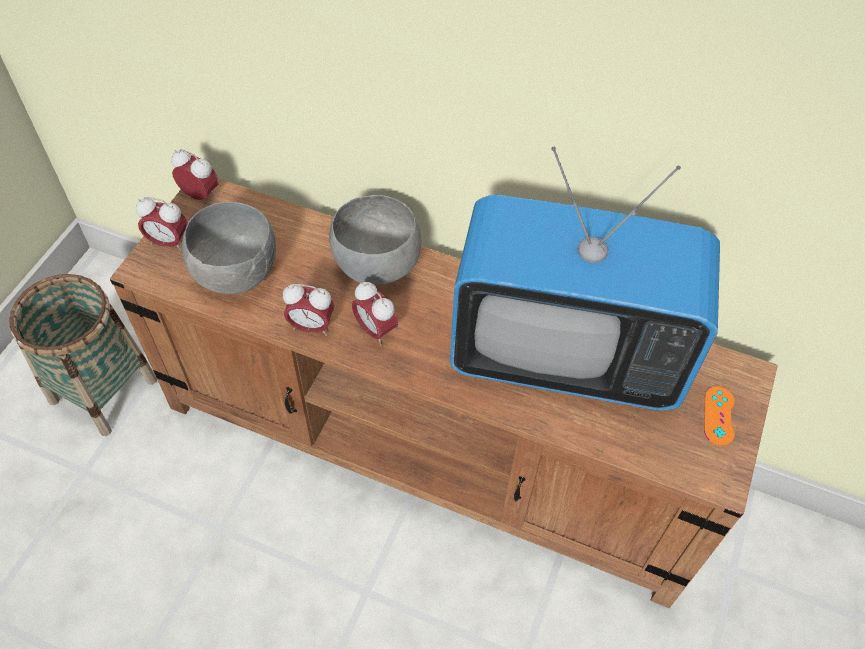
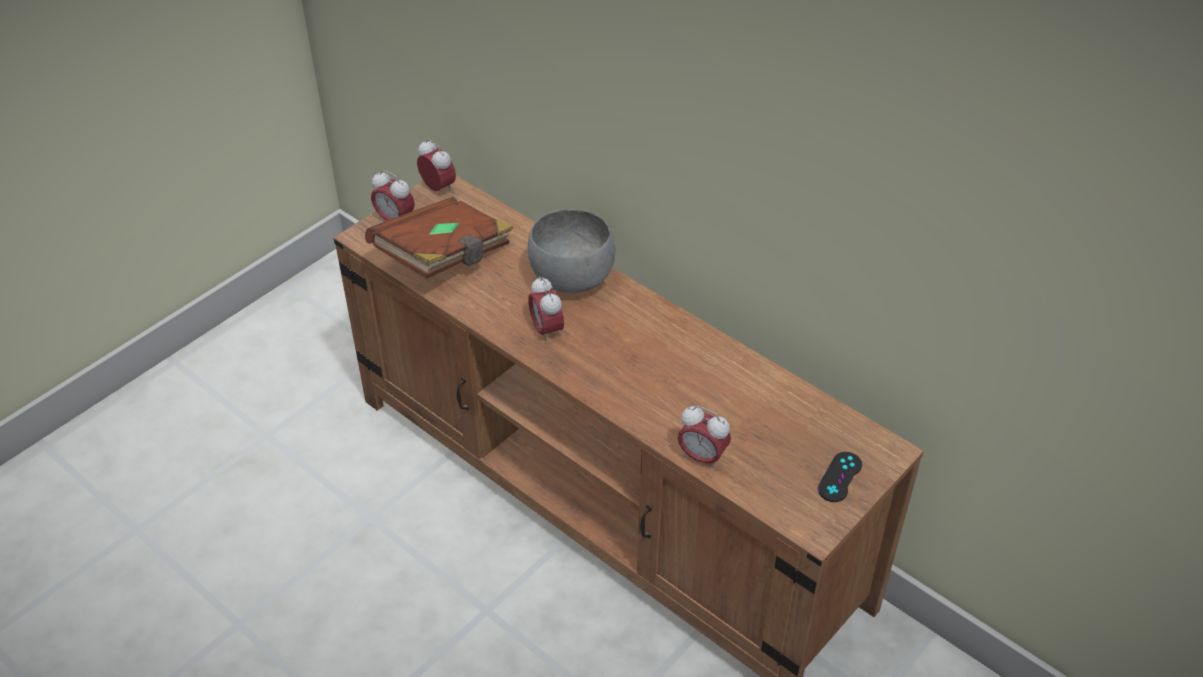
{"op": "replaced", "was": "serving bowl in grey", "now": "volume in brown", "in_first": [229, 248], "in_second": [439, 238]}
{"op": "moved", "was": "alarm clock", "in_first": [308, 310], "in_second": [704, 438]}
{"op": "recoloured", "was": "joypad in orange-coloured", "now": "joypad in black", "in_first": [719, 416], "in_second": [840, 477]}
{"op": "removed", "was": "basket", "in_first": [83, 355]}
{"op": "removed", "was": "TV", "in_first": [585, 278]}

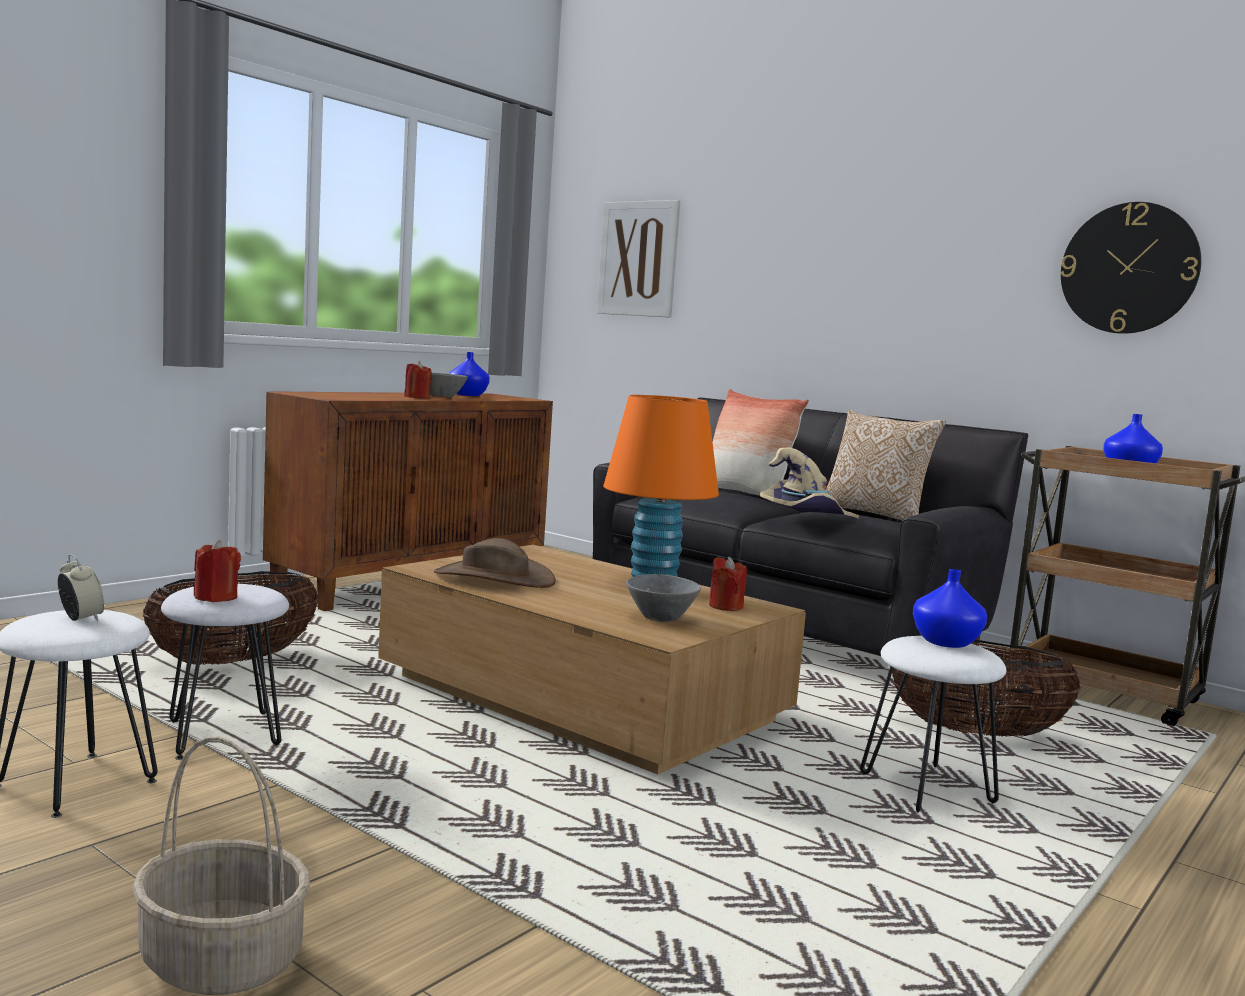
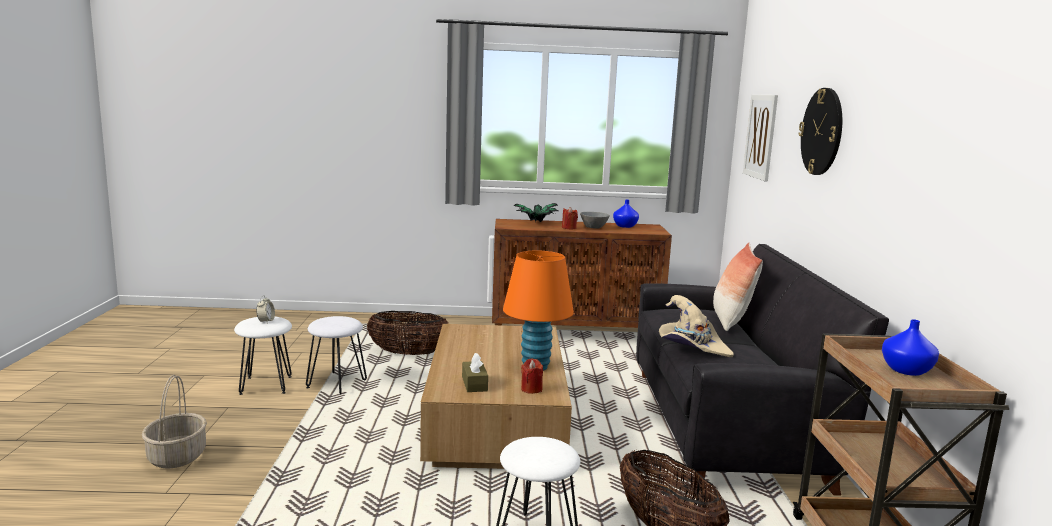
{"op": "replaced", "was": "serving bowl in grey", "now": "box of tissues in brown", "in_first": [663, 598], "in_second": [475, 372]}
{"op": "added", "now": "potted plant", "in_second": [535, 213]}
{"op": "moved", "was": "clock on the wall", "in_first": [1131, 268], "in_second": [820, 131]}
{"op": "removed", "was": "wax light in red-coloured", "in_first": [217, 570]}
{"op": "removed", "was": "wearable hat in brown", "in_first": [495, 563]}
{"op": "removed", "was": "pillow", "in_first": [886, 465]}
{"op": "removed", "was": "flower vase in bluish", "in_first": [950, 608]}

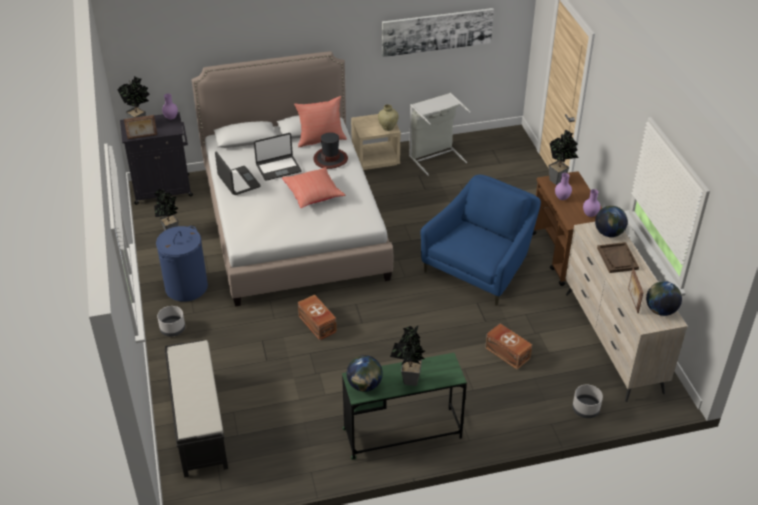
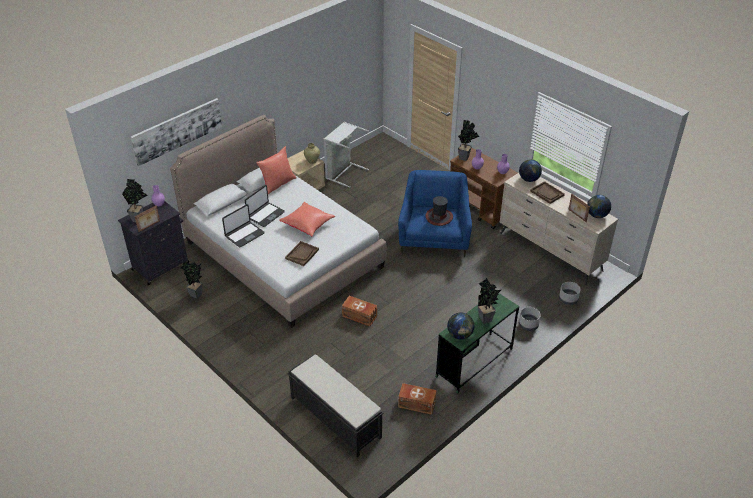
{"op": "moved", "was": "picture", "in_first": [438, 32], "in_second": [176, 132]}
{"op": "turned", "was": "laptop", "in_first": [238, 173], "in_second": [243, 225], "clockwise": 105}
{"op": "added", "now": "tray in brown", "in_second": [302, 253]}
{"op": "moved", "was": "storage bin in brown", "in_first": [508, 347], "in_second": [417, 399]}
{"op": "moved", "was": "wearable hat", "in_first": [330, 150], "in_second": [439, 211]}
{"op": "moved", "was": "plant pot in grey", "in_first": [171, 321], "in_second": [530, 319]}
{"op": "removed", "was": "washing basket in bluish", "in_first": [182, 264]}

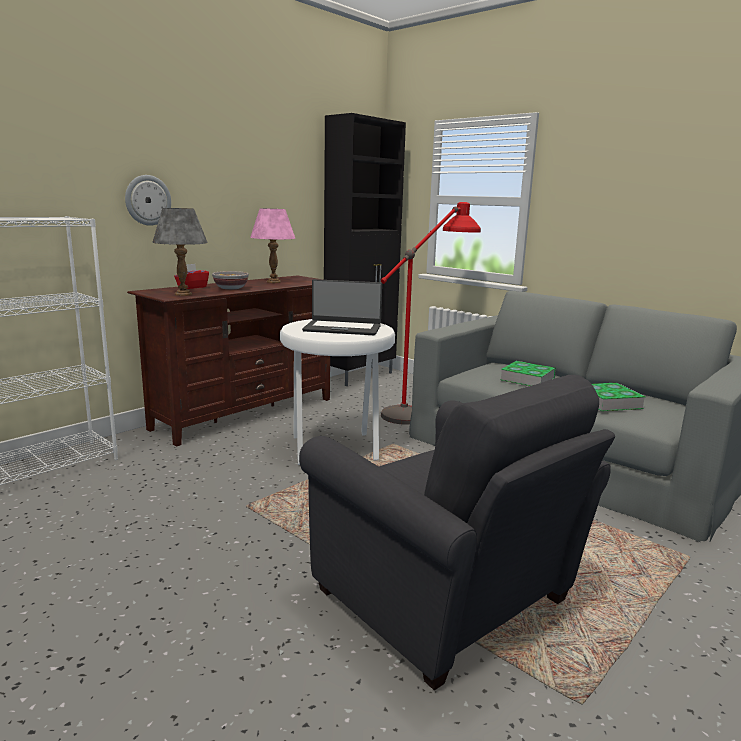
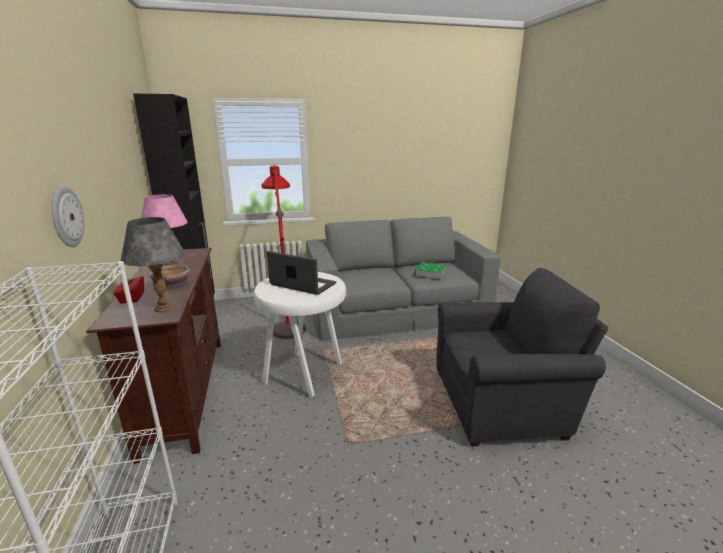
{"op": "turned", "was": "laptop", "in_first": [342, 307], "in_second": [301, 273], "clockwise": -105}
{"op": "removed", "was": "volume", "in_first": [528, 373]}

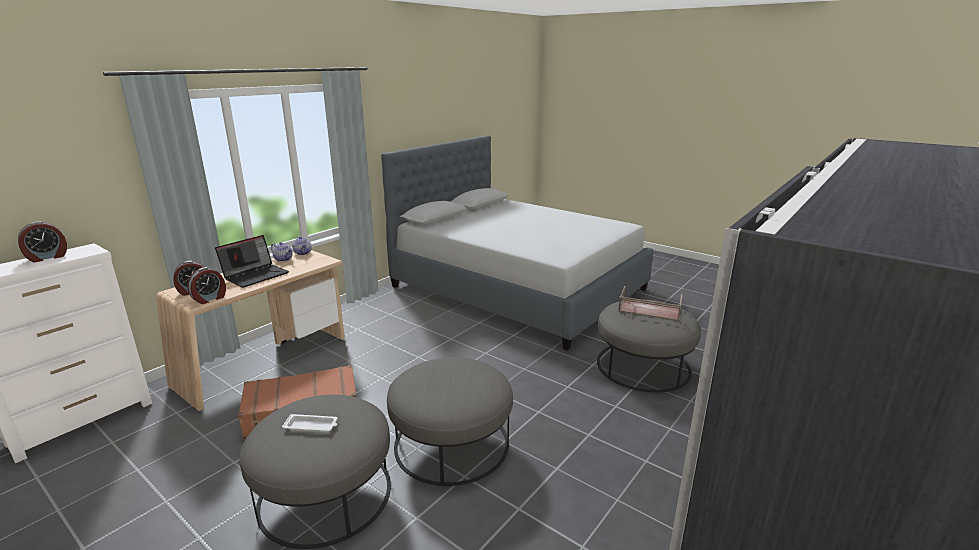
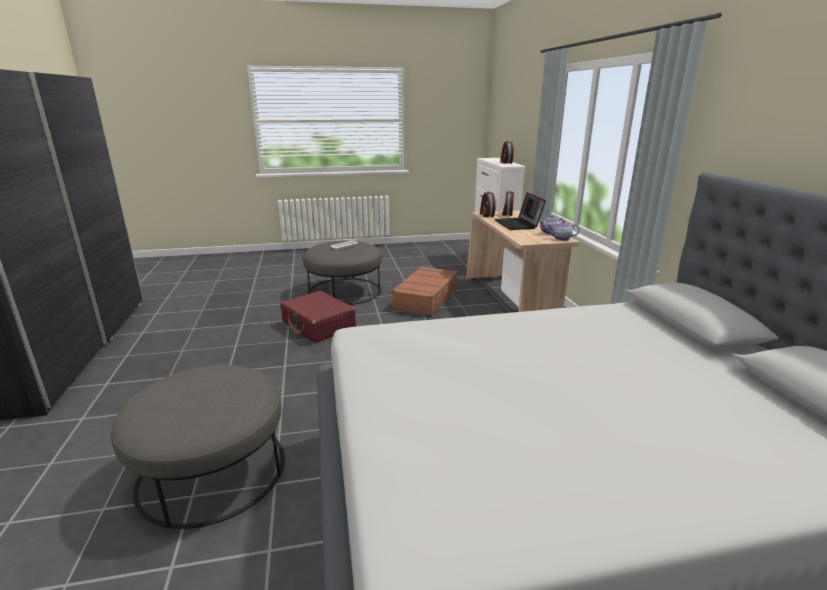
{"op": "replaced", "was": "ottoman in grey", "now": "suitcase in red-coloured", "in_first": [450, 421], "in_second": [318, 317]}
{"op": "removed", "was": "tray in brown", "in_first": [650, 303]}

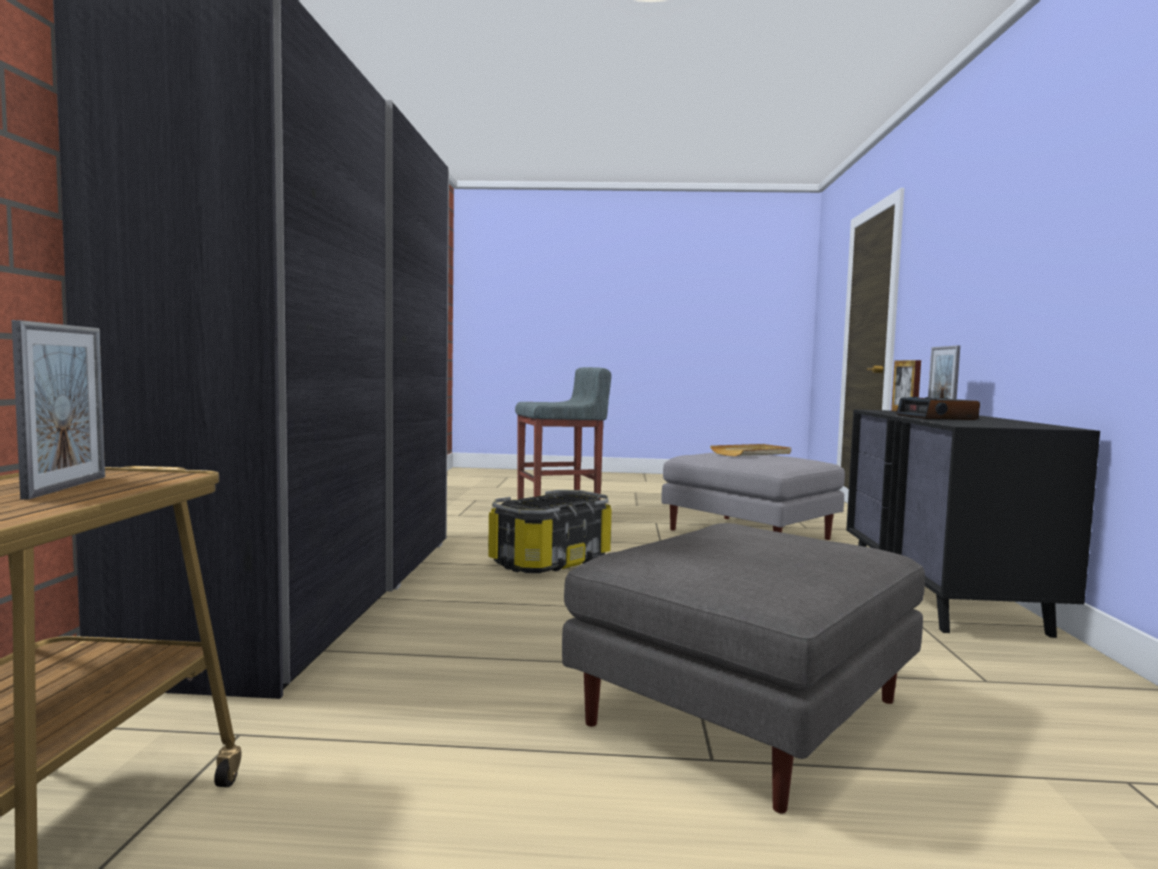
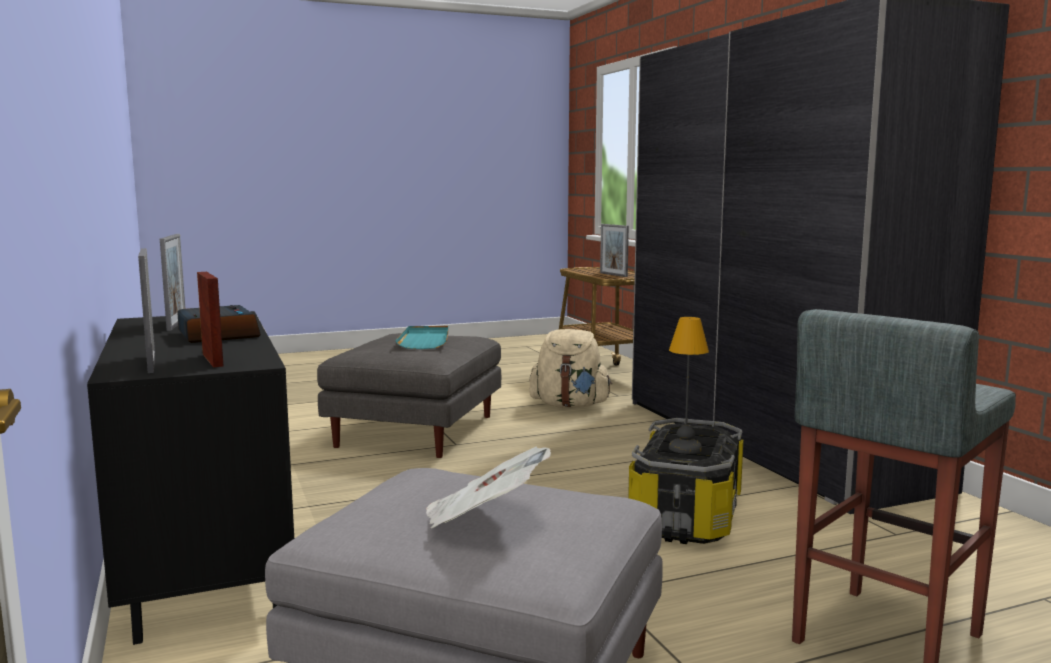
{"op": "added", "now": "photo frame", "in_second": [172, 282]}
{"op": "added", "now": "tray in turquoise-coloured", "in_second": [422, 337]}
{"op": "replaced", "was": "tray in beige-coloured", "now": "daily paper", "in_first": [750, 450], "in_second": [488, 487]}
{"op": "added", "now": "rucksack in beige-coloured", "in_second": [570, 368]}
{"op": "added", "now": "tabletop lamp", "in_second": [689, 385]}

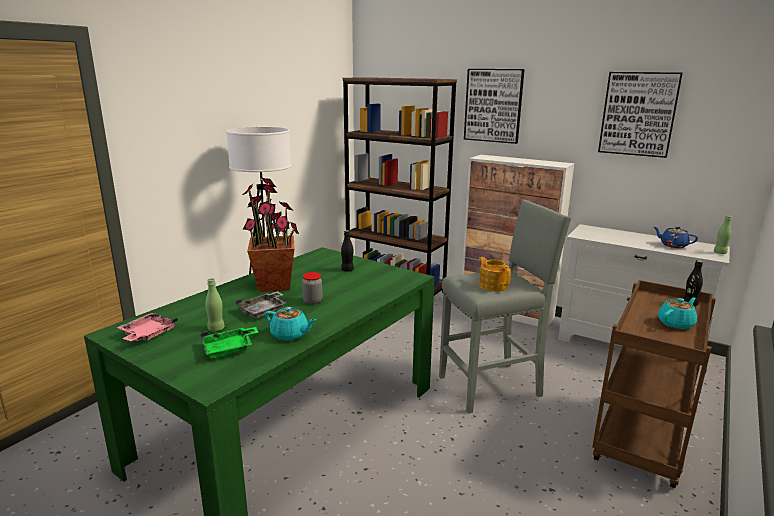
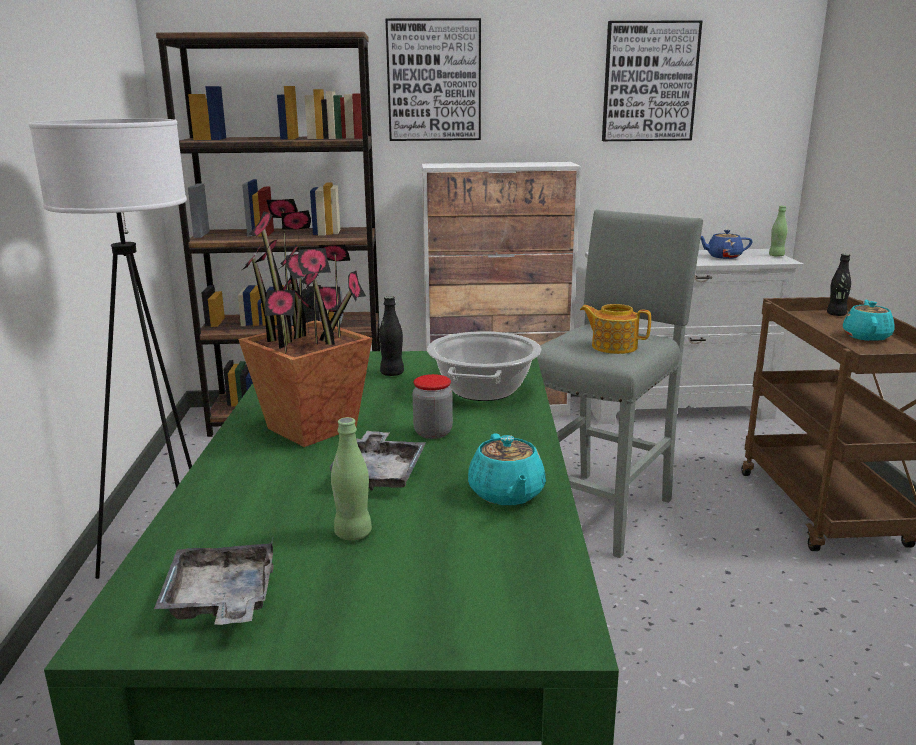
{"op": "recoloured", "was": "tray in pink-coloured", "now": "tray in grey", "in_first": [147, 327], "in_second": [213, 581]}
{"op": "added", "now": "saucepot", "in_second": [484, 366]}
{"op": "turned", "was": "tea pot in turquoise-coloured", "in_first": [290, 324], "in_second": [507, 469], "clockwise": 90}
{"op": "removed", "was": "tray in greenish", "in_first": [229, 342]}

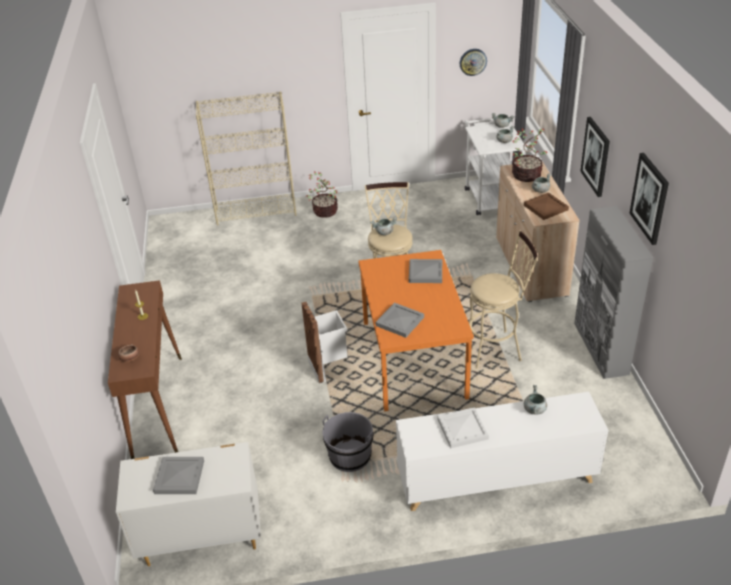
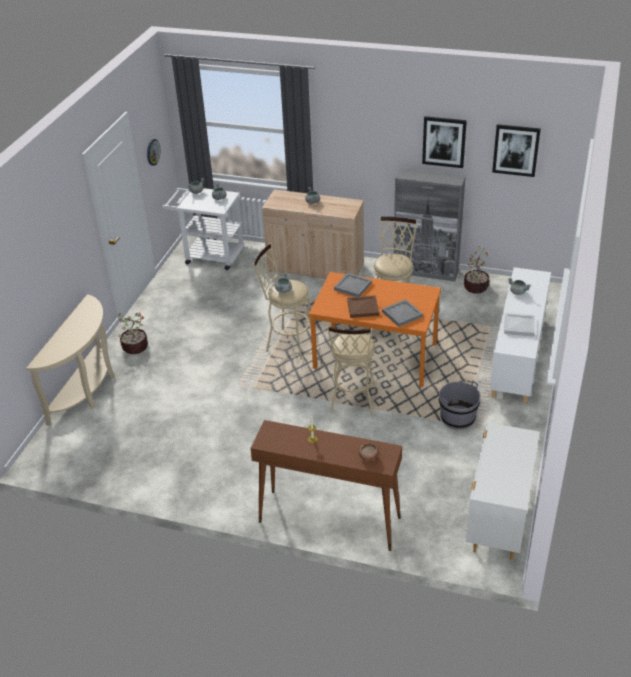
{"op": "replaced", "was": "bookcase in beige-coloured", "now": "hall table in beige-coloured", "in_first": [246, 159], "in_second": [70, 360]}
{"op": "replaced", "was": "rubbish bin in white-coloured", "now": "sitting stool in beige-coloured", "in_first": [324, 342], "in_second": [351, 370]}
{"op": "moved", "was": "tray in brown", "in_first": [546, 206], "in_second": [363, 306]}
{"op": "moved", "was": "potted plant", "in_first": [529, 155], "in_second": [476, 270]}
{"op": "moved", "was": "picture", "in_first": [595, 157], "in_second": [516, 150]}
{"op": "removed", "was": "tray in grey", "in_first": [178, 475]}

